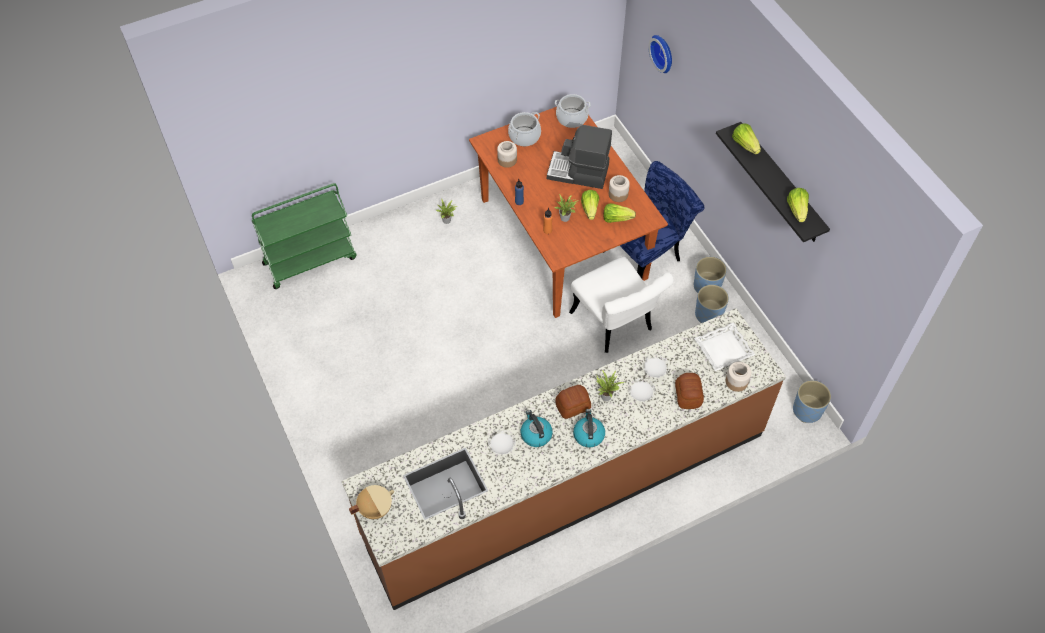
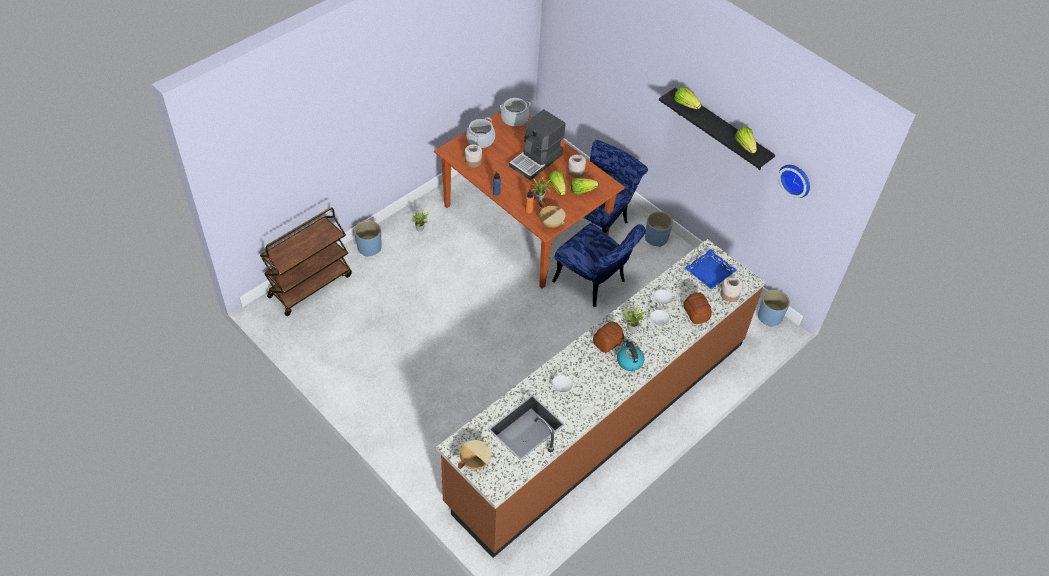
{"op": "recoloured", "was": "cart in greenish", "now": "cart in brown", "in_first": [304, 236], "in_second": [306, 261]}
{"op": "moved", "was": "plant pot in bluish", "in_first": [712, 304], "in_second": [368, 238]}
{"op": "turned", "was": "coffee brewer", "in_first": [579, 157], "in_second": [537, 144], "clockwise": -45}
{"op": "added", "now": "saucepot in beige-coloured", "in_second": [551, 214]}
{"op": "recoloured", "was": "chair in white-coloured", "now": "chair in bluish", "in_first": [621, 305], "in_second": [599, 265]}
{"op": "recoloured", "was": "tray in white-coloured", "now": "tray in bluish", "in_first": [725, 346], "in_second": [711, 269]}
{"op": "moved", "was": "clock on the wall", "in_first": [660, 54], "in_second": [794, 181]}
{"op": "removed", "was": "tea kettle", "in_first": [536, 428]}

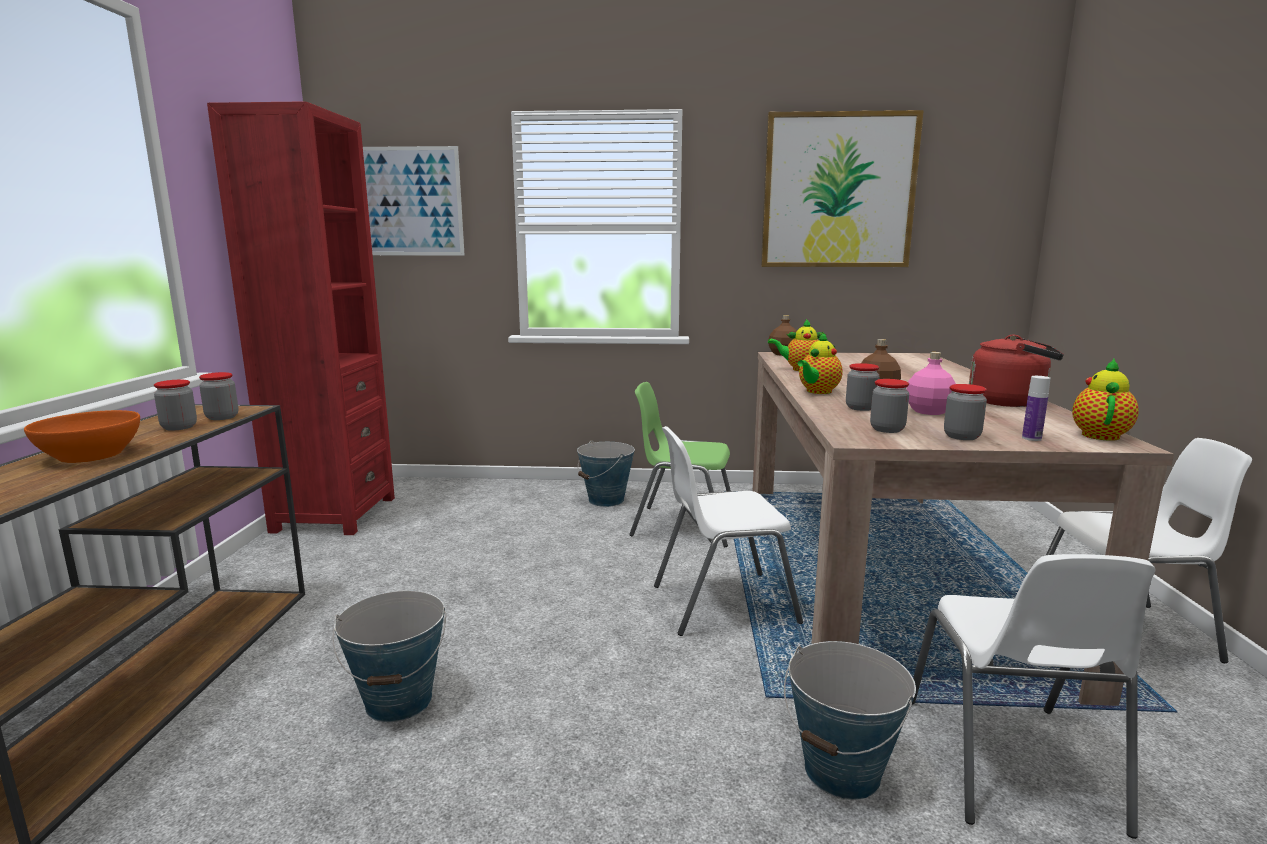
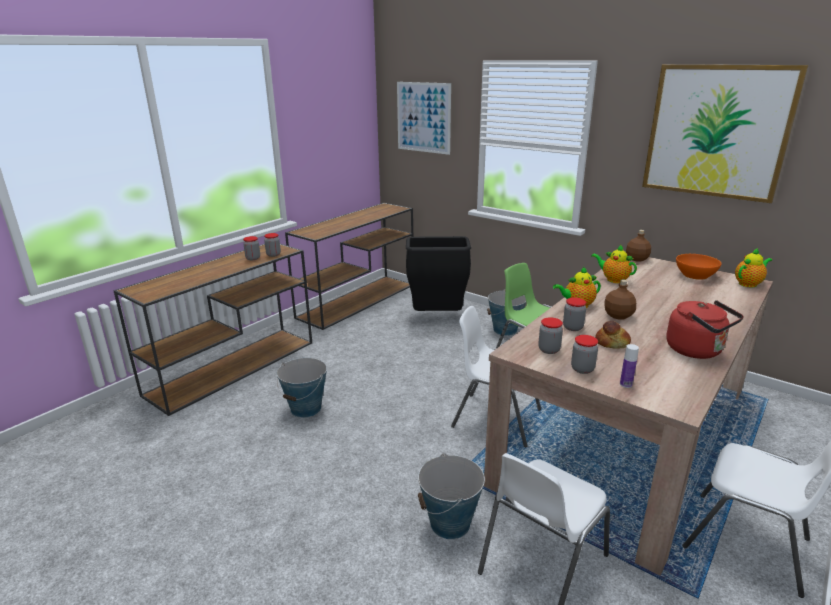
{"op": "replaced", "was": "bookcase in red-coloured", "now": "hall table in brown", "in_first": [301, 318], "in_second": [349, 266]}
{"op": "added", "now": "rubbish bin in black", "in_second": [438, 273]}
{"op": "replaced", "was": "beverage bottle in pink-coloured", "now": "bread", "in_first": [931, 383], "in_second": [613, 335]}
{"op": "moved", "was": "serving bowl in orange-coloured", "in_first": [82, 436], "in_second": [699, 267]}
{"op": "moved", "was": "tea pot", "in_first": [1105, 400], "in_second": [753, 267]}

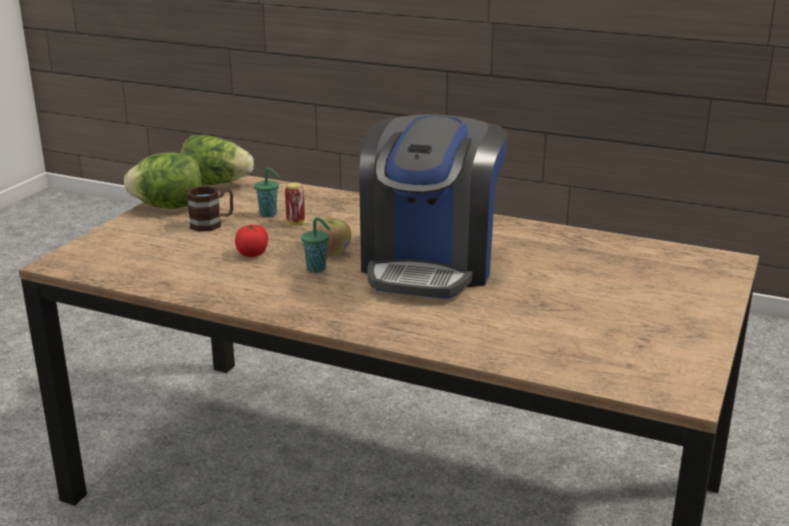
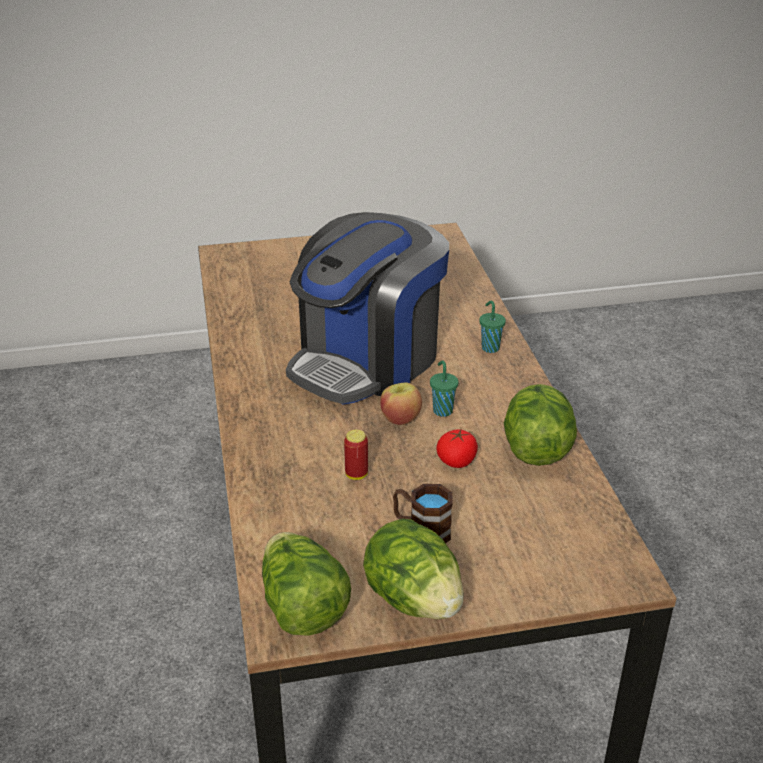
{"op": "turned", "was": "coffee brewer", "in_first": [433, 206], "in_second": [367, 308], "clockwise": 150}
{"op": "moved", "was": "cup in greenish", "in_first": [267, 192], "in_second": [492, 327]}
{"op": "added", "now": "head of lettuce", "in_second": [540, 425]}

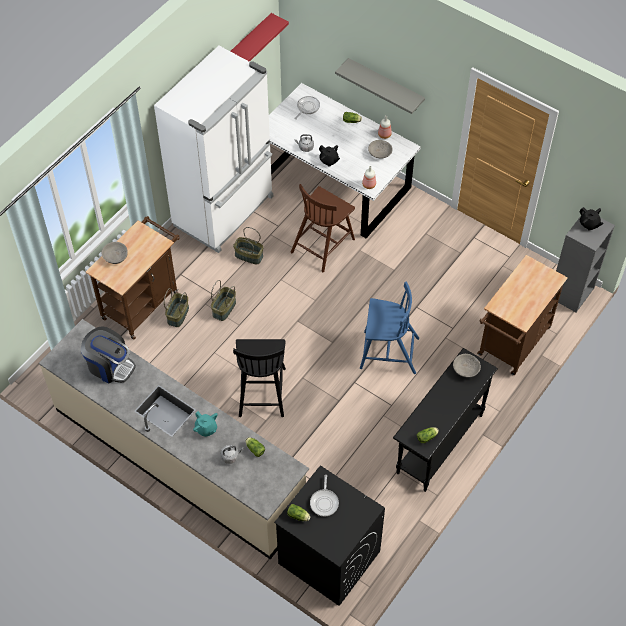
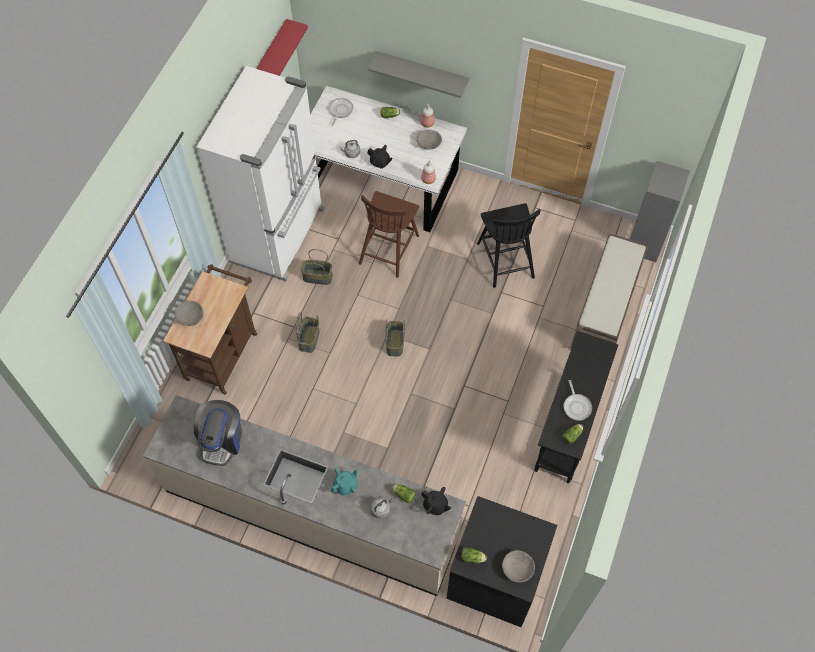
{"op": "turned", "was": "coffee brewer", "in_first": [108, 355], "in_second": [218, 433], "clockwise": 90}
{"op": "turned", "was": "tea pot in turquoise-coloured", "in_first": [205, 424], "in_second": [345, 481], "clockwise": -75}
{"op": "moved", "was": "basket", "in_first": [176, 307], "in_second": [395, 338]}
{"op": "moved", "was": "tea pot in black", "in_first": [591, 219], "in_second": [436, 501]}
{"op": "moved", "was": "chair in black", "in_first": [259, 378], "in_second": [509, 245]}
{"op": "moved", "was": "serving bowl in grey", "in_first": [467, 365], "in_second": [518, 566]}
{"op": "moved", "was": "pan", "in_first": [324, 495], "in_second": [578, 400]}
{"op": "replaced", "was": "cart in brown", "now": "indoor bench in brown", "in_first": [522, 315], "in_second": [609, 290]}
{"op": "removed", "was": "chair in bluish", "in_first": [389, 328]}

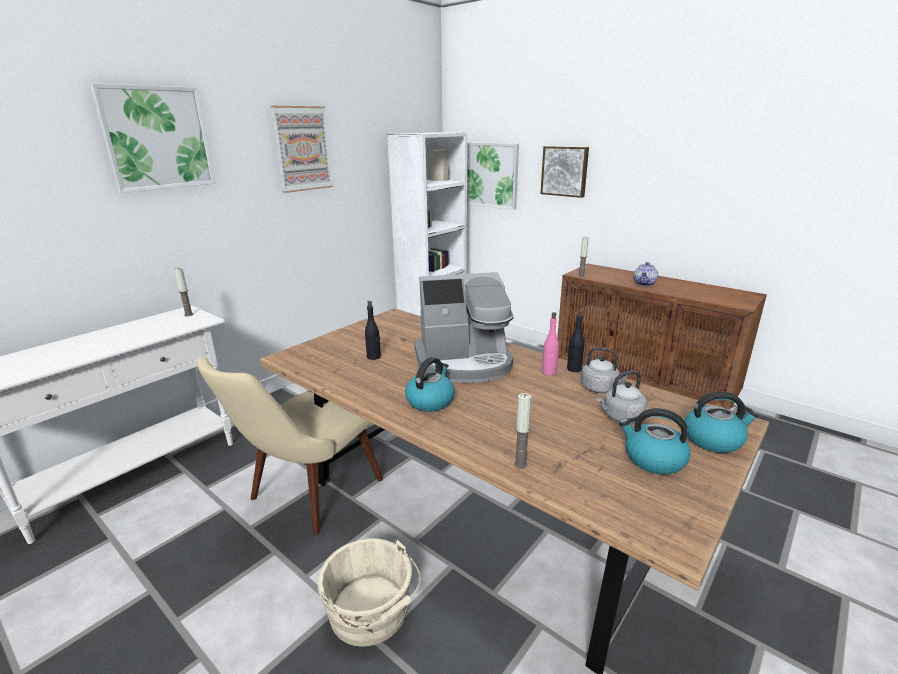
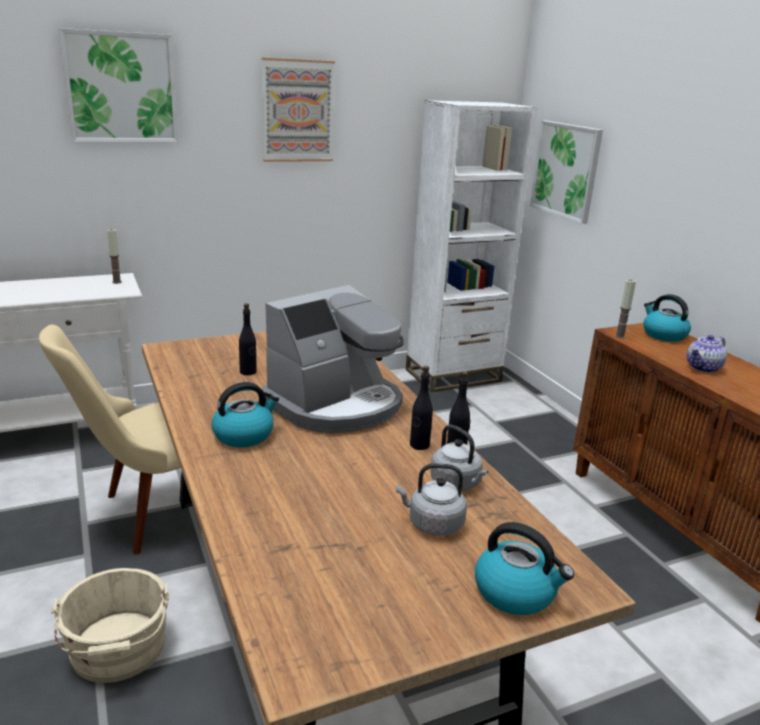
{"op": "turned", "was": "coffee brewer", "in_first": [464, 327], "in_second": [333, 359], "clockwise": -60}
{"op": "recoloured", "was": "beverage bottle in pink-coloured", "now": "beverage bottle in black", "in_first": [550, 343], "in_second": [421, 408]}
{"op": "moved", "was": "tea kettle", "in_first": [655, 441], "in_second": [667, 318]}
{"op": "removed", "was": "wax light", "in_first": [523, 431]}
{"op": "removed", "was": "picture", "in_first": [564, 172]}

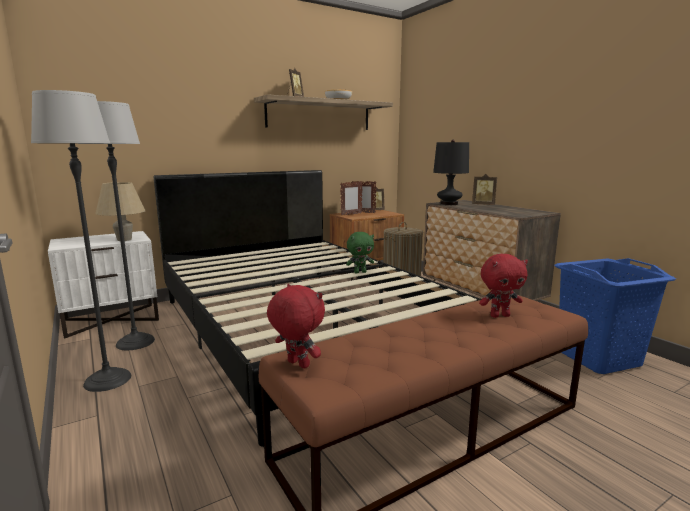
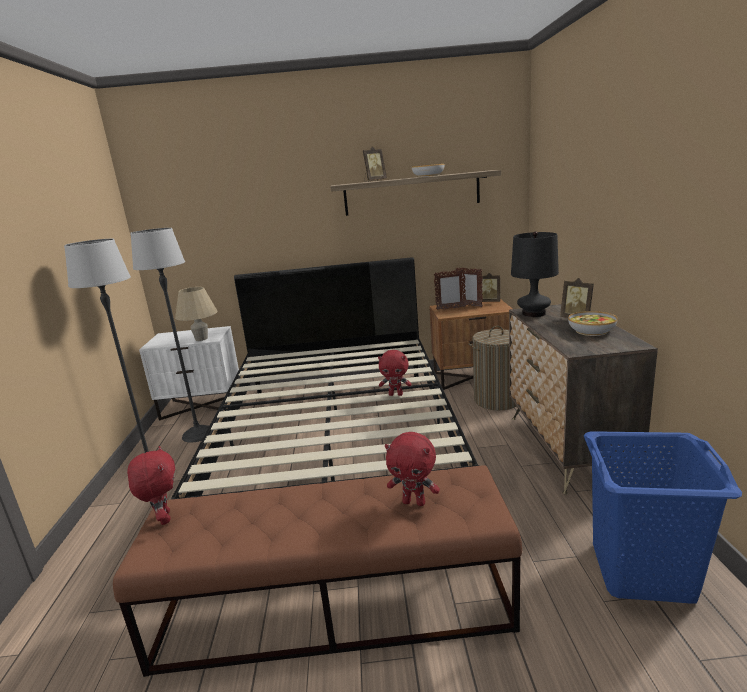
{"op": "recoloured", "was": "cuddly toy in greenish", "now": "cuddly toy in red-coloured", "in_first": [360, 252], "in_second": [394, 373]}
{"op": "added", "now": "serving bowl", "in_second": [593, 323]}

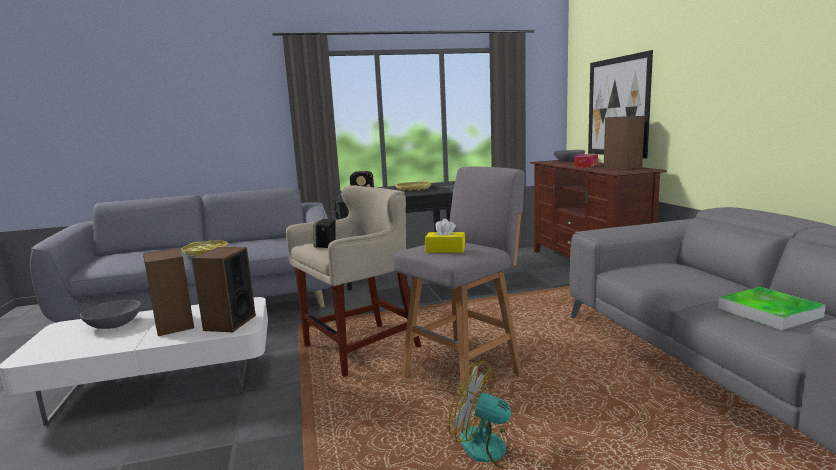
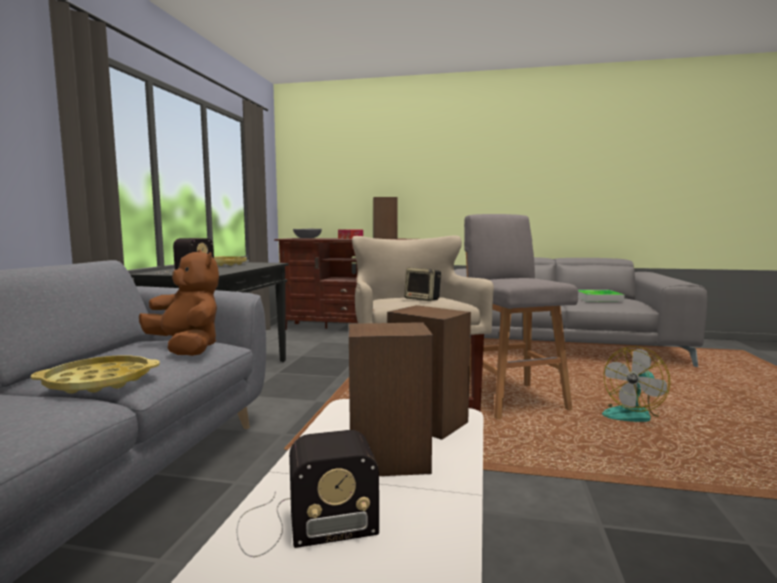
{"op": "added", "now": "cuddly toy in brown", "in_second": [179, 302]}
{"op": "replaced", "was": "serving bowl in grey", "now": "radio set", "in_first": [110, 314], "in_second": [308, 493]}
{"op": "removed", "was": "box of tissues in yellow", "in_first": [445, 236]}
{"op": "removed", "was": "picture", "in_first": [620, 104]}

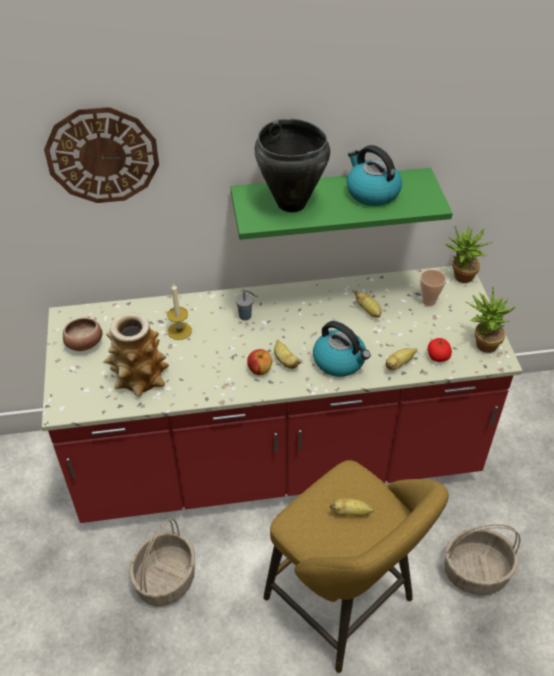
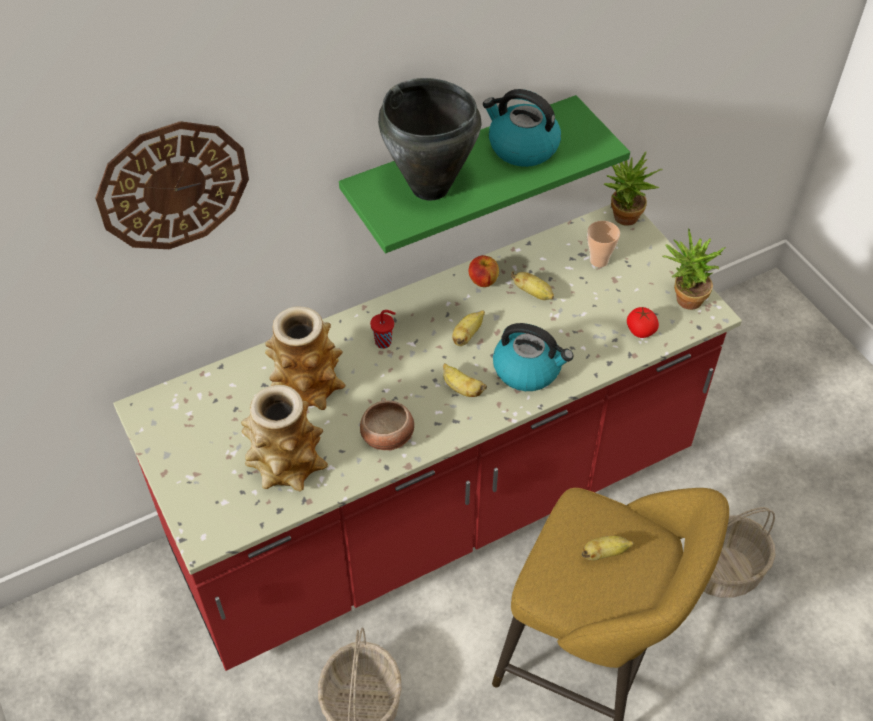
{"op": "replaced", "was": "wax light", "now": "flower vase", "in_first": [179, 311], "in_second": [305, 358]}
{"op": "moved", "was": "serving bowl", "in_first": [82, 333], "in_second": [387, 424]}
{"op": "recoloured", "was": "cup in grey", "now": "cup in red-coloured", "in_first": [245, 305], "in_second": [383, 329]}
{"op": "moved", "was": "banana fruit", "in_first": [401, 359], "in_second": [468, 328]}
{"op": "moved", "was": "apple fruit", "in_first": [259, 362], "in_second": [483, 271]}

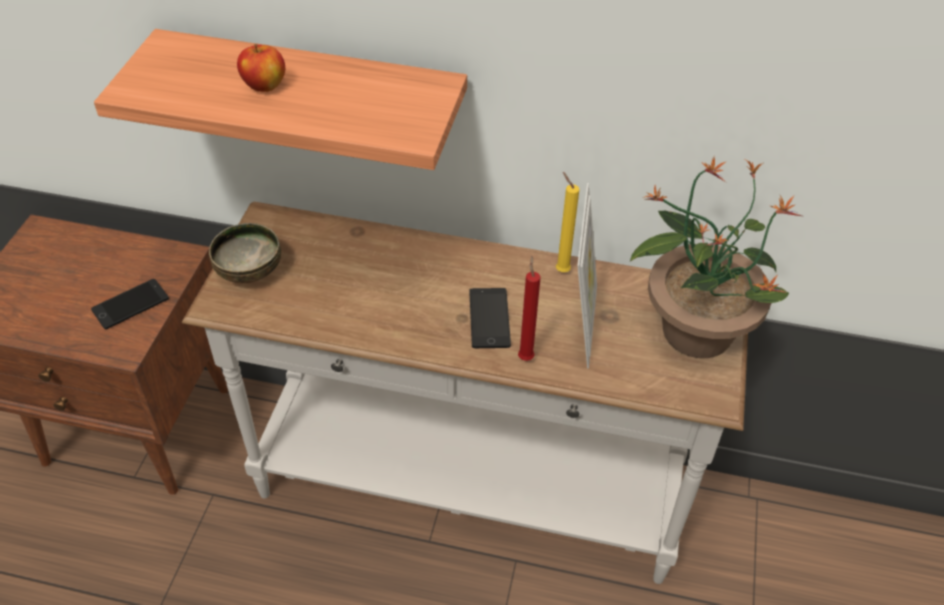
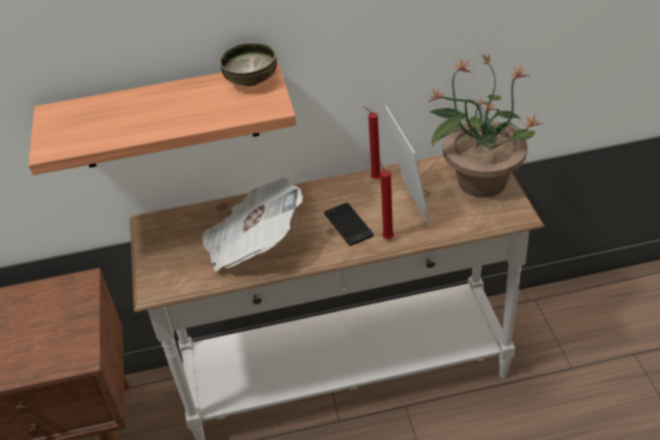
{"op": "added", "now": "daily paper", "in_second": [252, 225]}
{"op": "moved", "was": "serving bowl", "in_first": [245, 253], "in_second": [248, 64]}
{"op": "recoloured", "was": "wax light in yellow", "now": "wax light in red-coloured", "in_first": [567, 222], "in_second": [372, 142]}
{"op": "removed", "was": "handset", "in_first": [130, 304]}
{"op": "removed", "was": "apple fruit", "in_first": [261, 68]}

